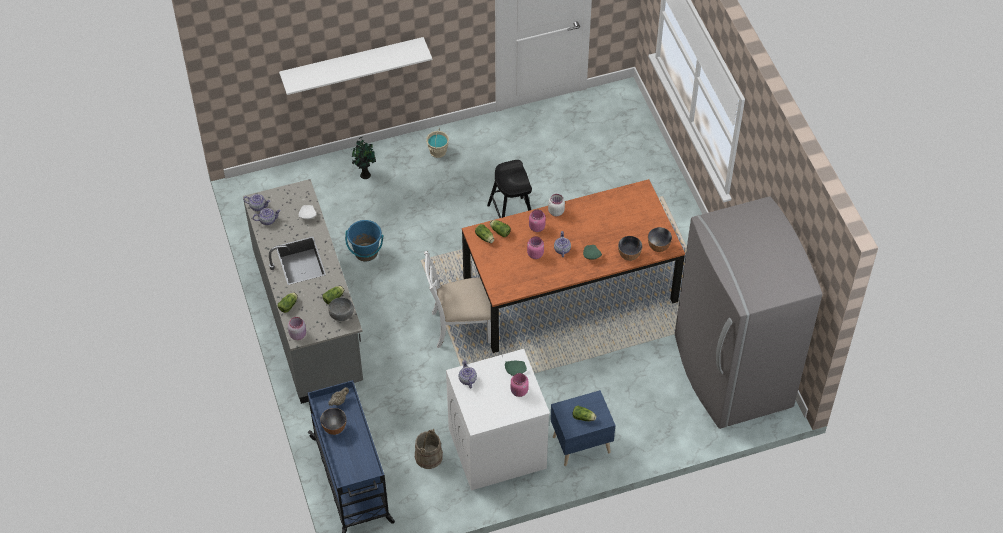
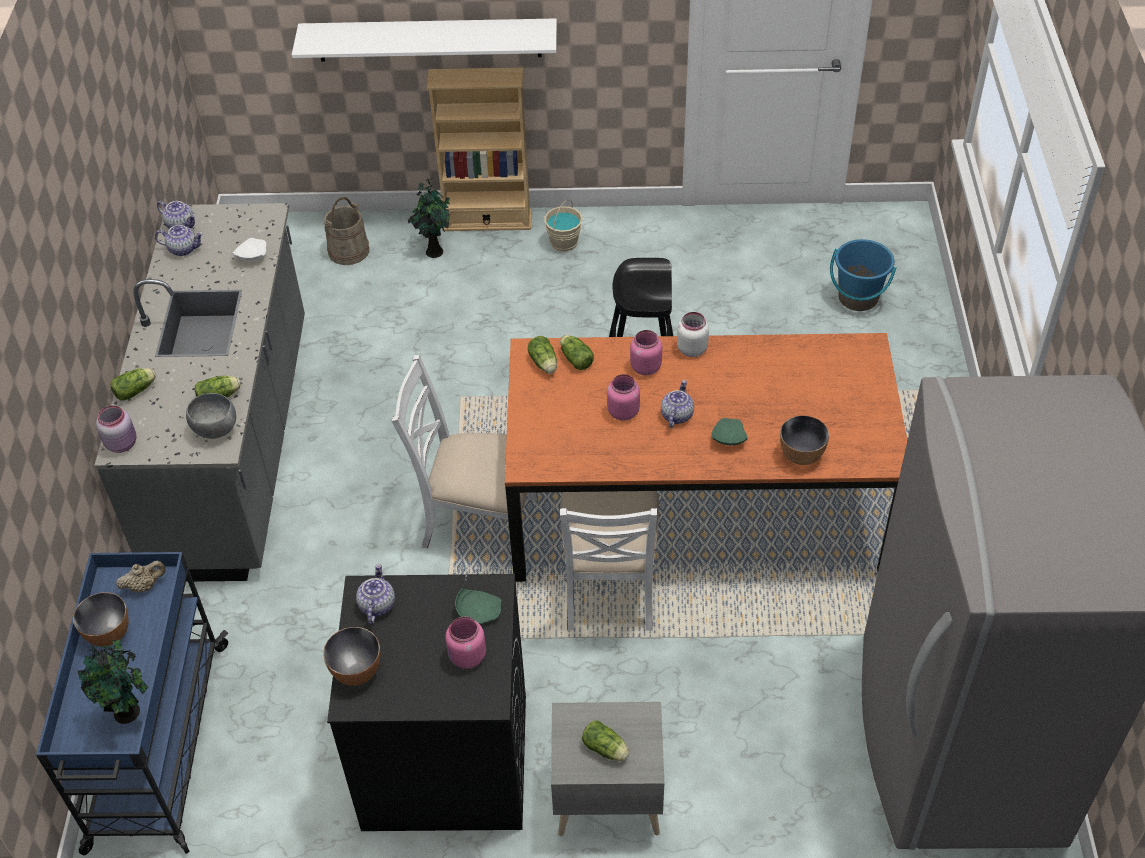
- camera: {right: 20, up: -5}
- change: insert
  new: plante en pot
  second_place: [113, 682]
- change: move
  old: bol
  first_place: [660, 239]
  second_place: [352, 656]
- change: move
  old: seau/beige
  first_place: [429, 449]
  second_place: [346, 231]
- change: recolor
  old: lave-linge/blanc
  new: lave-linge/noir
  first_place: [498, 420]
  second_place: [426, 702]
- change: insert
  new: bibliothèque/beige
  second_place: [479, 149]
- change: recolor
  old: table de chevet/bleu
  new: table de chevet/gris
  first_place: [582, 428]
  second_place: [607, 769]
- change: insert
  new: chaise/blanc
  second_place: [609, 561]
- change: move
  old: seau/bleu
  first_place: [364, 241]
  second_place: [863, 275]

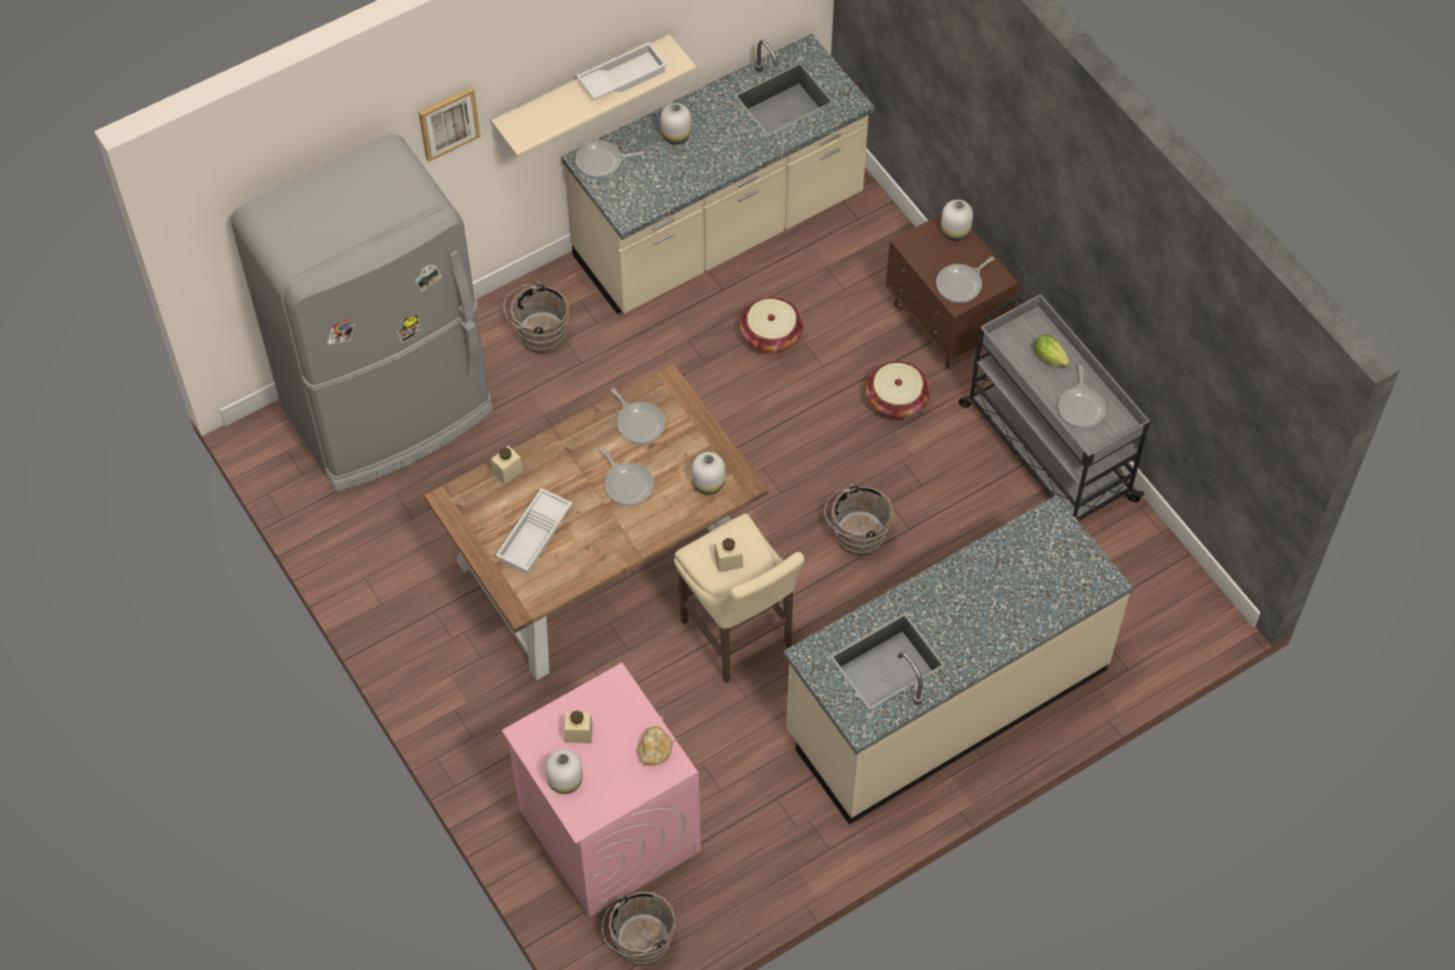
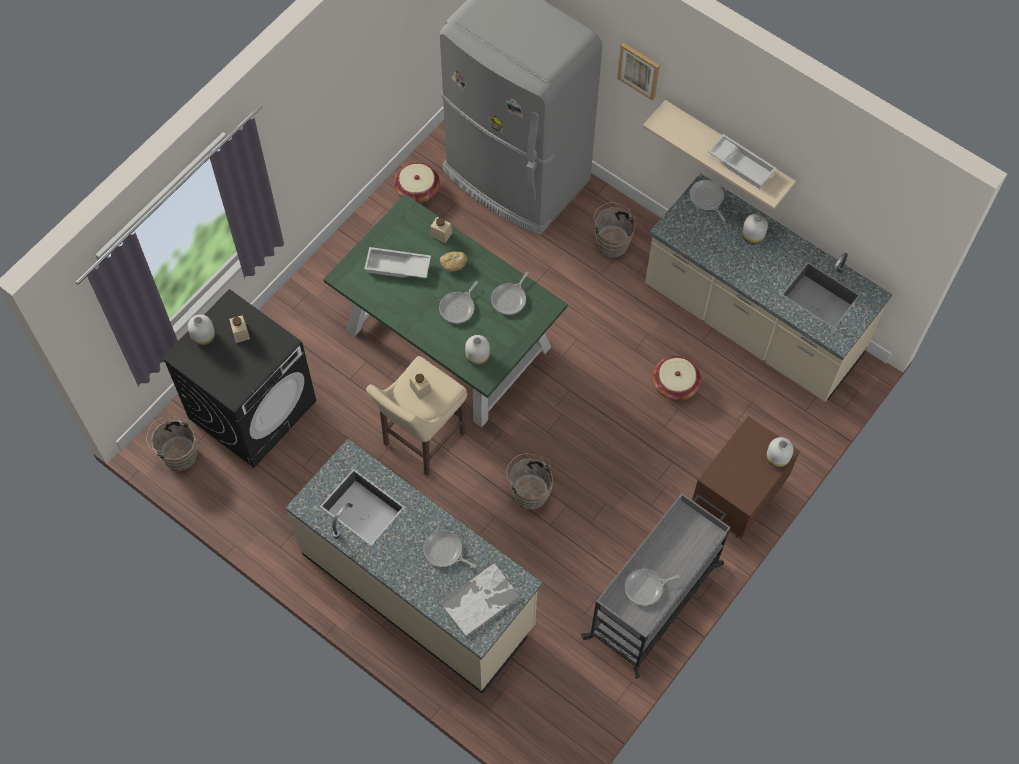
- camera: {right: 70, up: 5}
- change: recolor
  old: lave-linge/rose
  new: lave-linge/noir
  first_place: [601, 790]
  second_place: [239, 378]
- change: recolor
  old: table à manger/marron
  new: table à manger/vert
  first_place: [596, 522]
  second_place: [445, 311]
- change: move
  old: panier
  first_place: [897, 390]
  second_place: [417, 182]
- change: move
  old: poêle
  first_place: [965, 280]
  second_place: [449, 549]
- change: insert
  new: plateau
  second_place: [479, 599]
- change: move
  old: pain
  first_place: [655, 746]
  second_place: [453, 261]
- change: delete
  old: laitue
  first_place: [1052, 350]

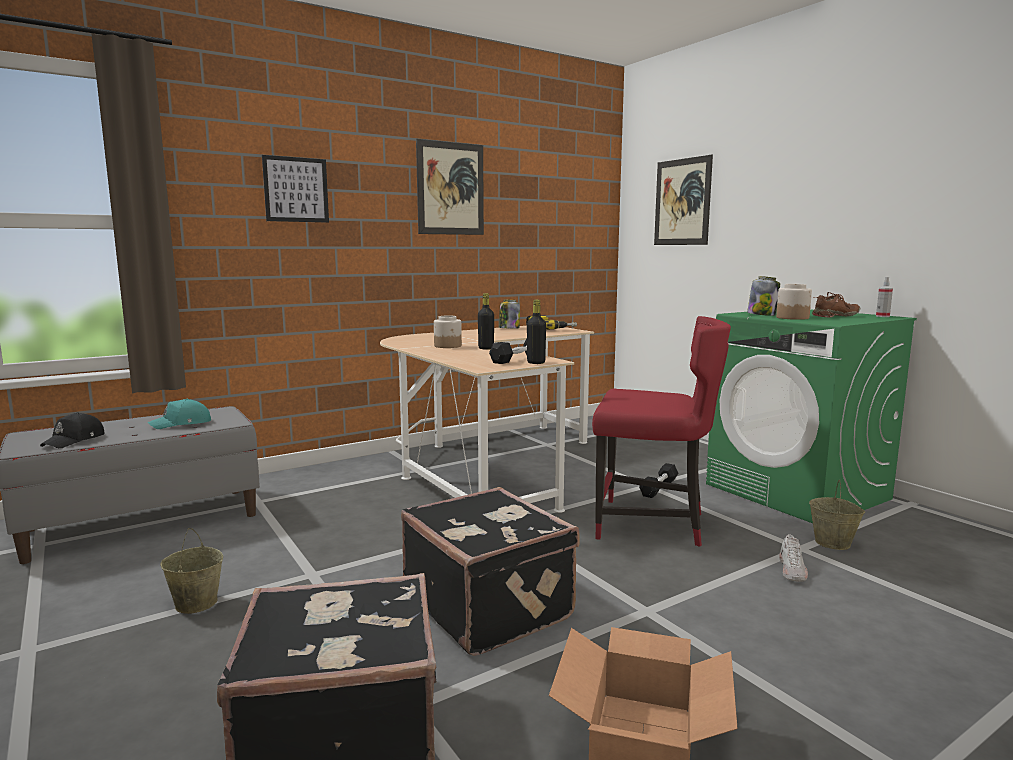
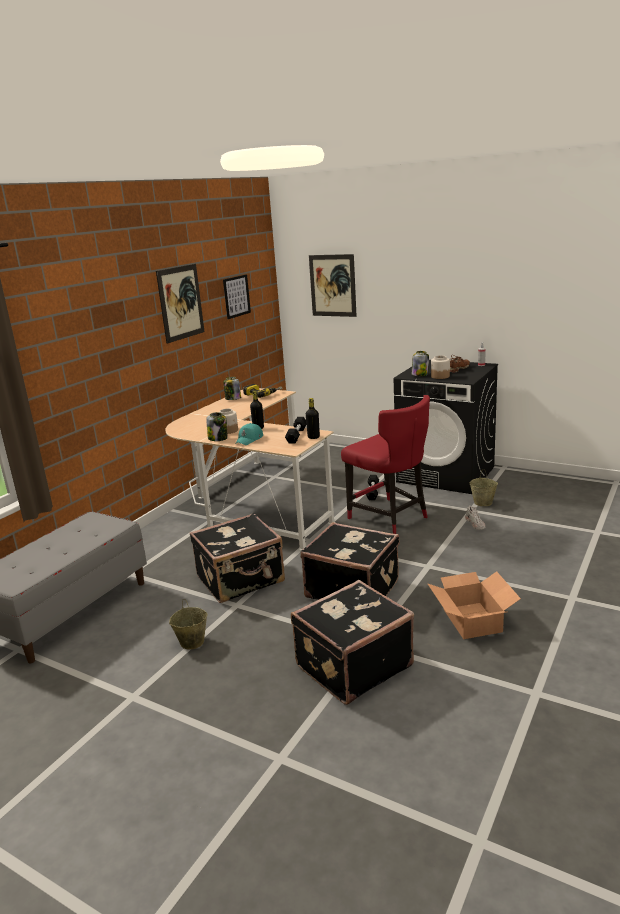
- camera: {right: -25, up: 10}
- change: insert
  new: valise/noir
  second_place: [237, 558]
- change: insert
  new: bocal
  second_place: [217, 426]
- change: move
  old: tableau
  first_place: [295, 189]
  second_place: [237, 296]
- change: move
  old: casquette/turquoise
  first_place: [179, 414]
  second_place: [249, 434]
- change: rotate
  old: chaise/rouge
  first_place: [661, 431]
  second_place: [385, 464]
  degrees: 60
- change: recolor
  old: lave-linge/vert
  new: lave-linge/noir
  first_place: [811, 416]
  second_place: [446, 427]
- change: delete
  old: casquette/noir
  first_place: [72, 430]

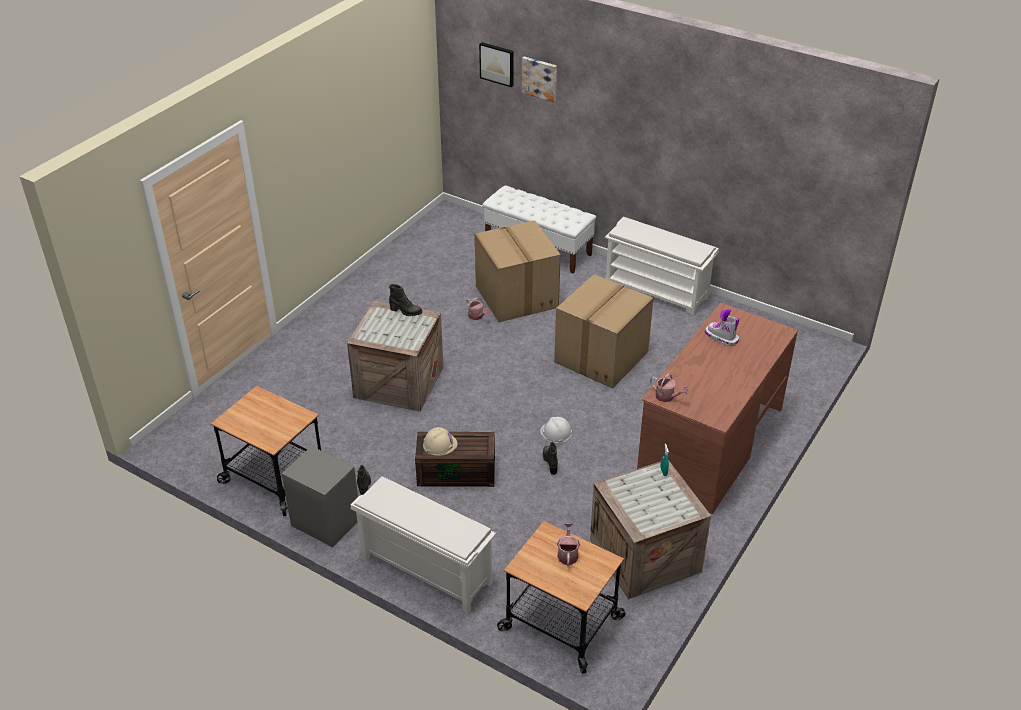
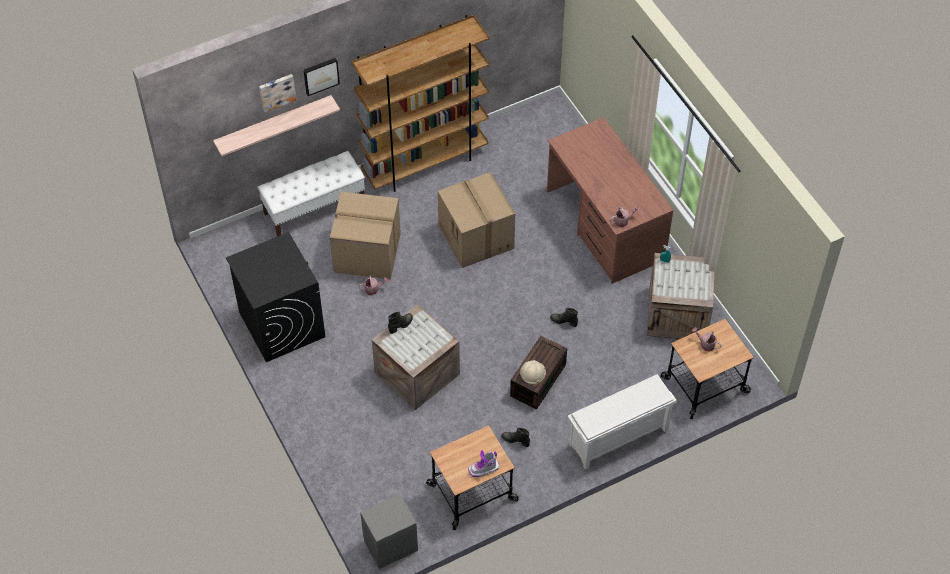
- camera: {right: -60, up: 15}
- change: insert
  new: étagère
  second_place: [276, 125]
- change: insert
  new: lave-linge/noir
  second_place: [275, 297]
- change: move
  old: tableau
  first_place: [496, 64]
  second_place: [321, 77]
- change: replace
  old: étagère à chaussures/blanc
  new: bibliothèque/marron
  first_place: [662, 266]
  second_place: [420, 103]
- change: move
  old: table de chevet/gris
  first_place: [320, 496]
  second_place: [389, 531]
- change: move
  old: botte
  first_place: [722, 327]
  second_place: [483, 463]
- change: delete
  old: casque de chantier/blanc
  first_place: [556, 430]

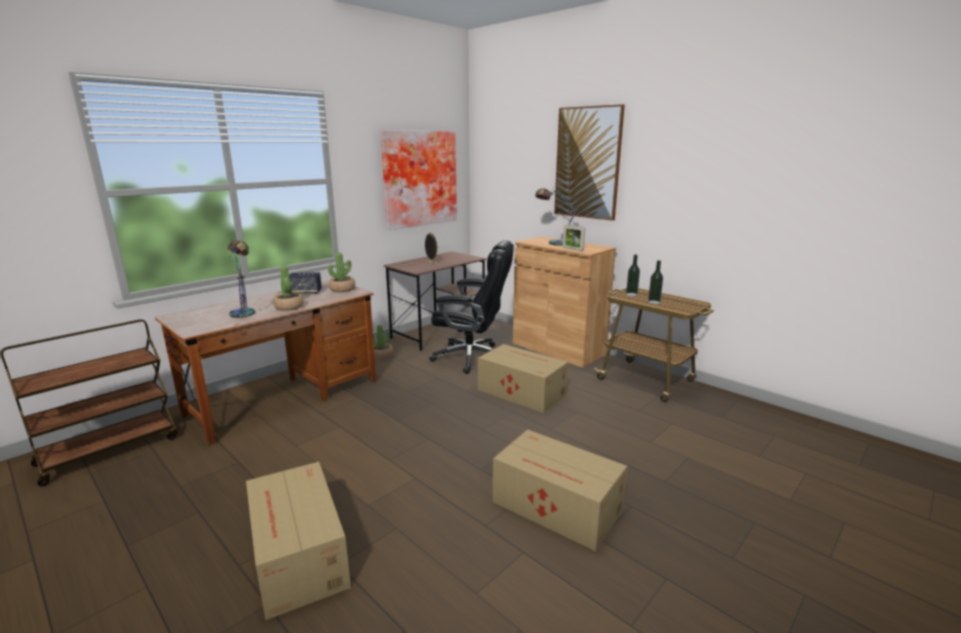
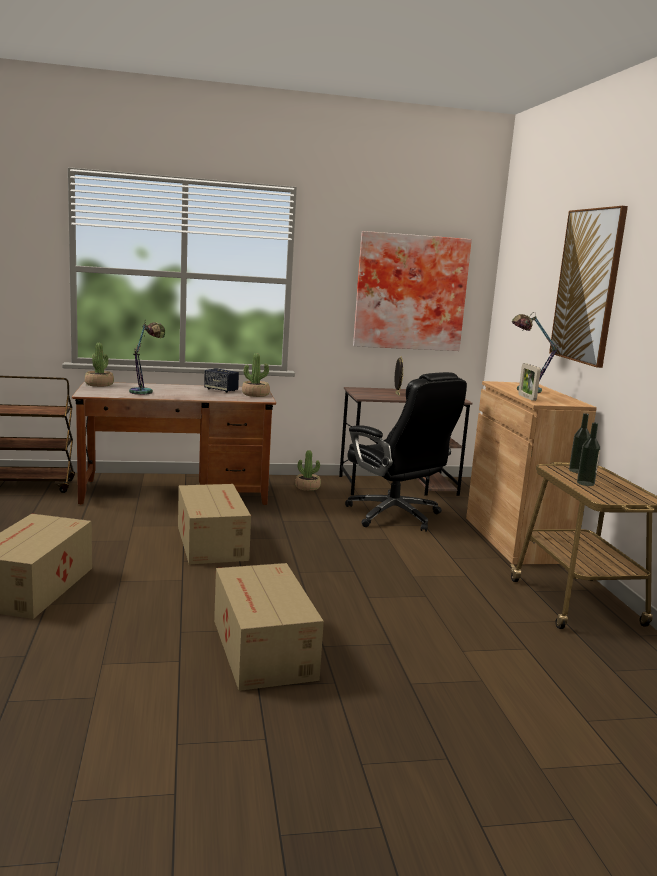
- camera: {right: 35, up: -5}
- change: move
  old: plante en pot
  first_place: [288, 288]
  second_place: [99, 365]
- change: move
  old: carton
  first_place: [523, 378]
  second_place: [214, 524]

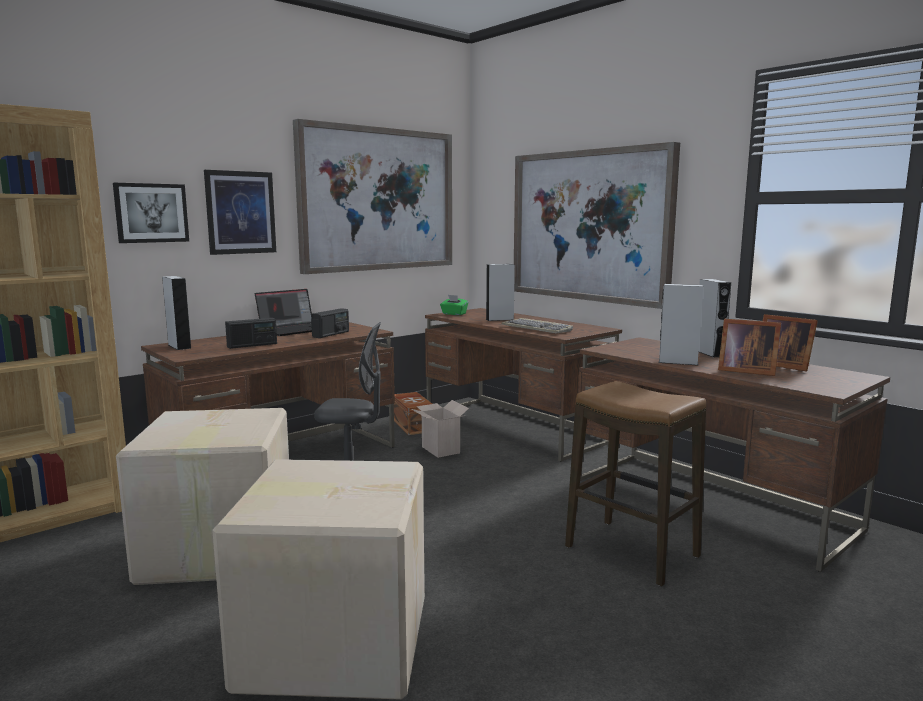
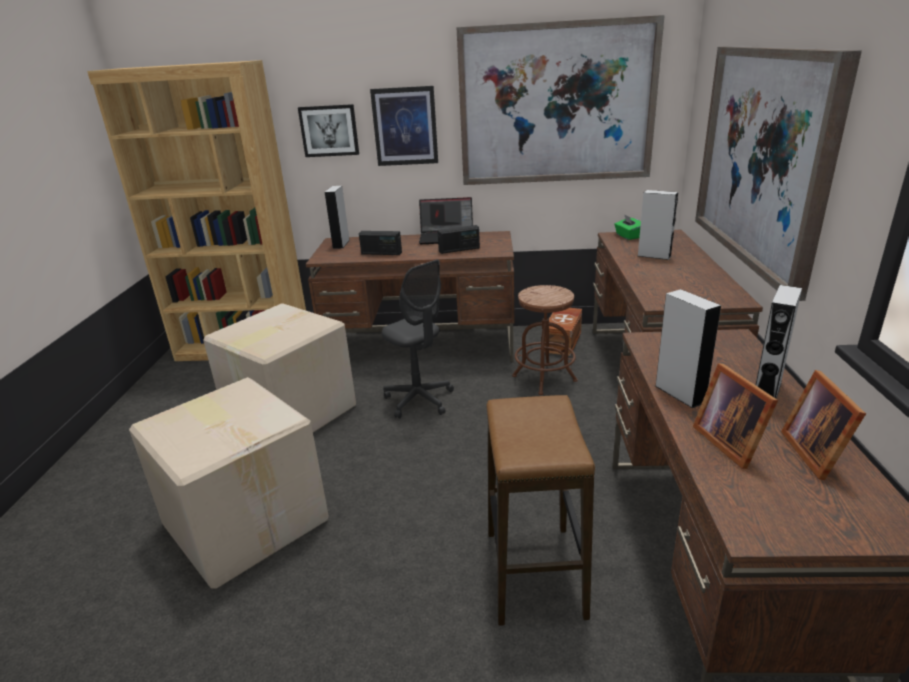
- camera: {right: 45, up: 15}
- change: replace
  old: carton
  new: tabouret/marron
  first_place: [440, 429]
  second_place: [545, 340]
- change: delete
  old: clavier
  first_place: [537, 325]

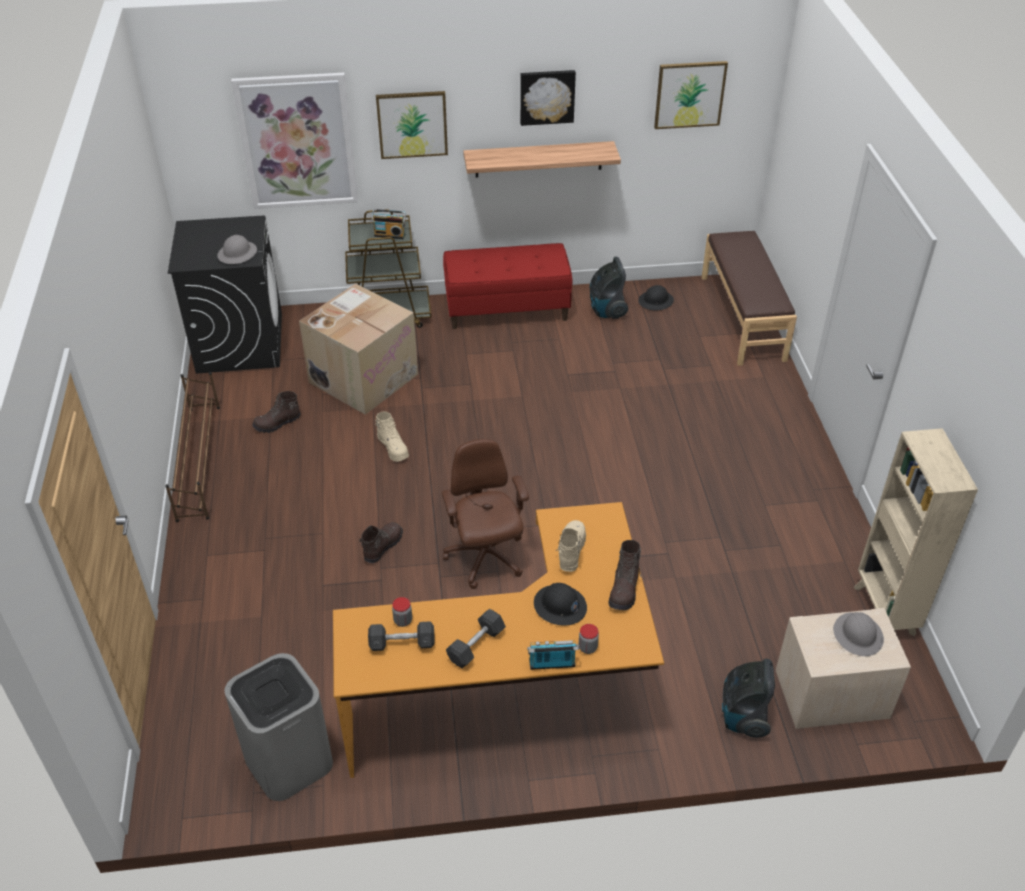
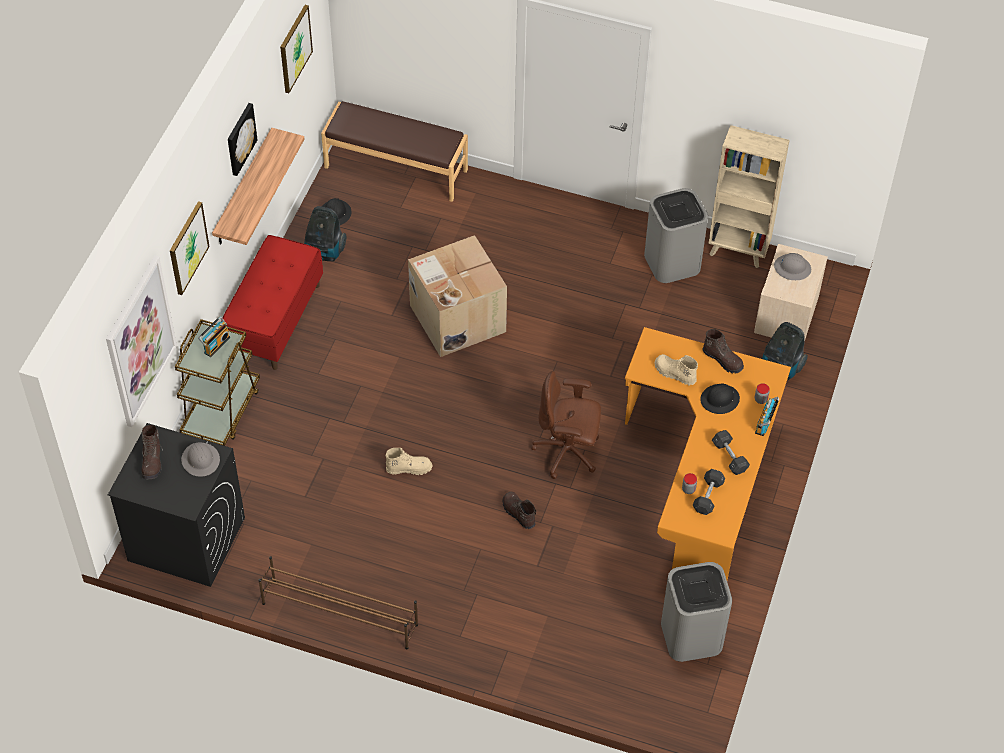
- camera: {right: -65, up: 10}
- change: move
  old: botte/marron
  first_place: [276, 412]
  second_place: [152, 452]
- change: move
  old: carton
  first_place: [358, 349]
  second_place: [457, 296]
- change: insert
  new: poubelle/gris
  second_place: [676, 235]

